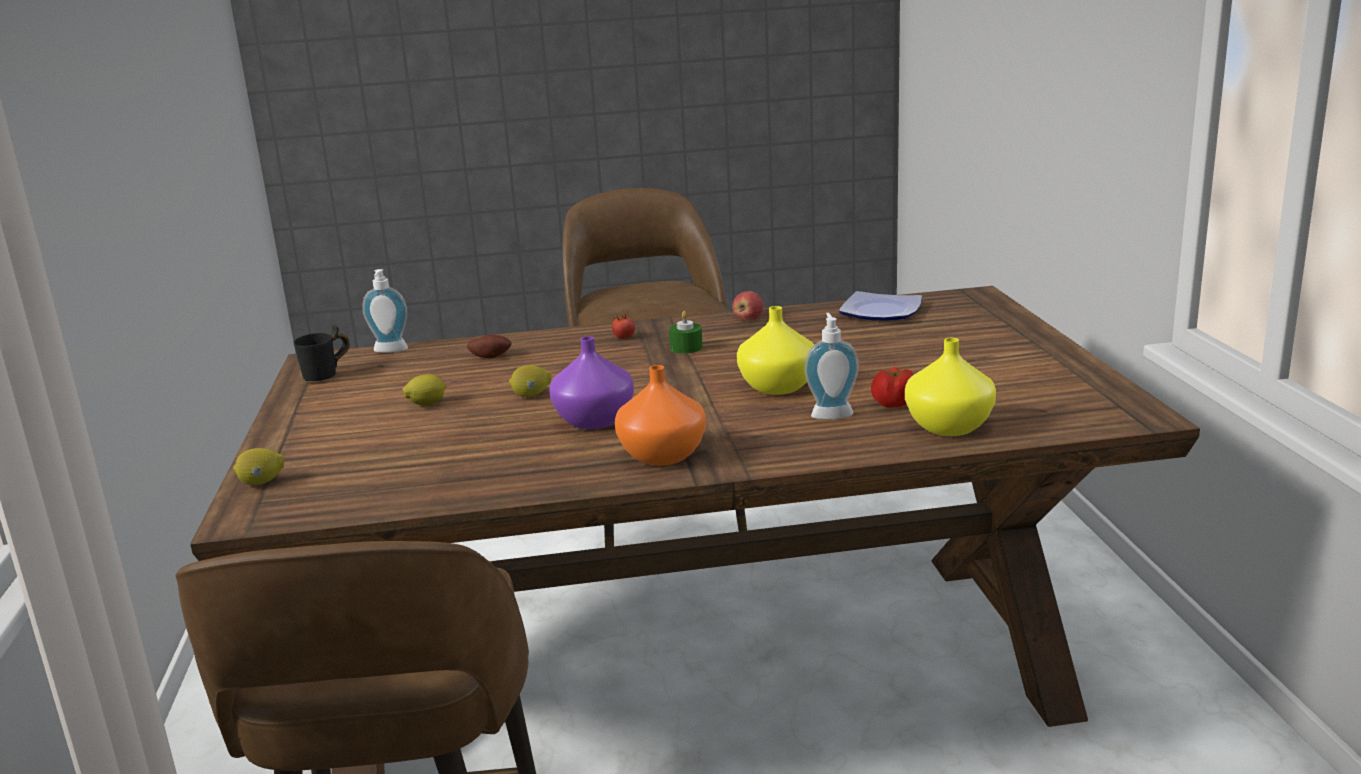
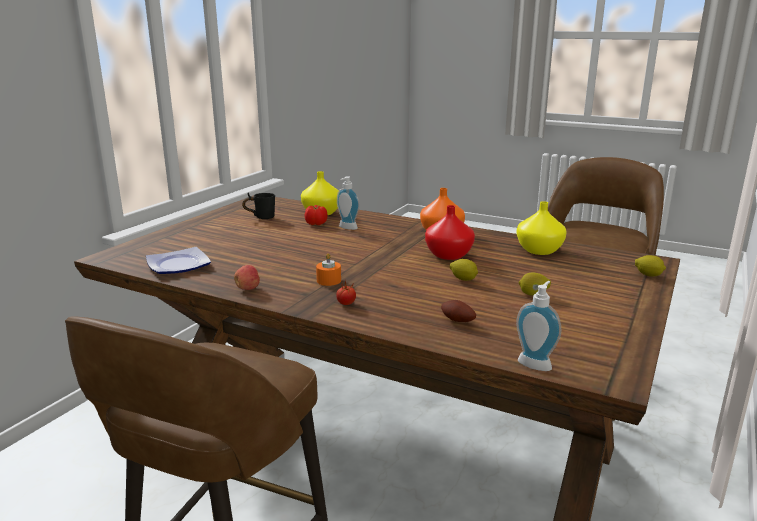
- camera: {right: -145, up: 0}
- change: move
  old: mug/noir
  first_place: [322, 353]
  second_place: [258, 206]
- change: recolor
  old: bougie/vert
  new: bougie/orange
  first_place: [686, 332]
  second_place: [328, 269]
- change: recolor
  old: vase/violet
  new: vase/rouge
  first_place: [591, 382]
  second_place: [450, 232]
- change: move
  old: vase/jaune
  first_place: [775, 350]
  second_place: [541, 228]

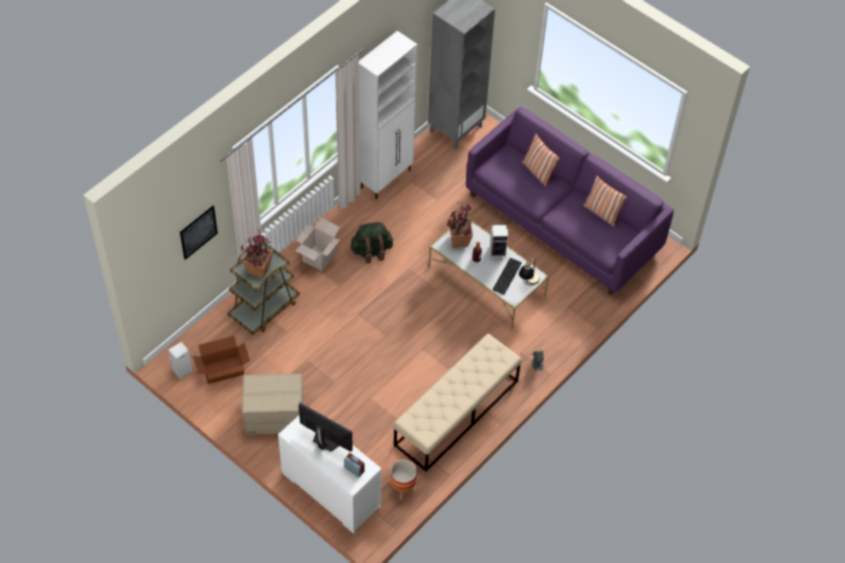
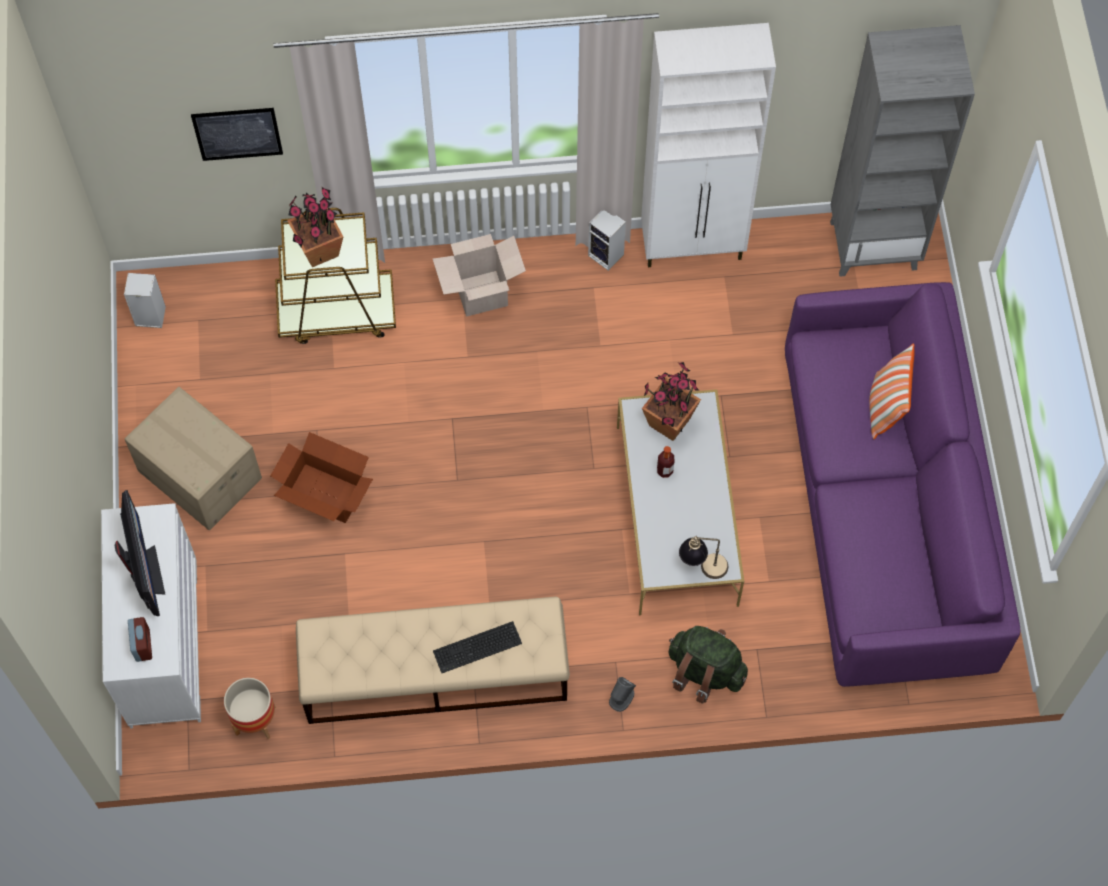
- camera: {right: 45, up: 10}
- change: move
  old: carton
  first_place: [221, 360]
  second_place: [321, 477]
- change: move
  old: clavier
  first_place: [507, 276]
  second_place: [477, 647]
- change: move
  old: enceinte
  first_place: [499, 241]
  second_place: [607, 241]
- change: move
  old: sac à dos/vert
  first_place: [371, 243]
  second_place: [708, 664]
- change: delete
  old: coussin
  first_place: [605, 201]

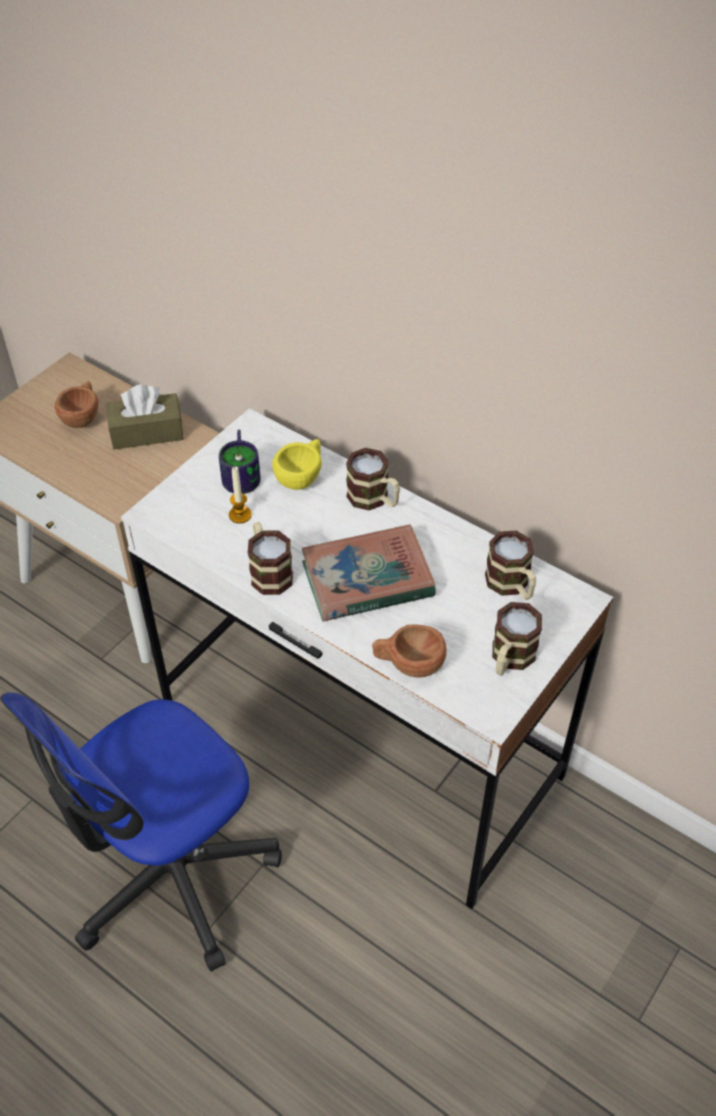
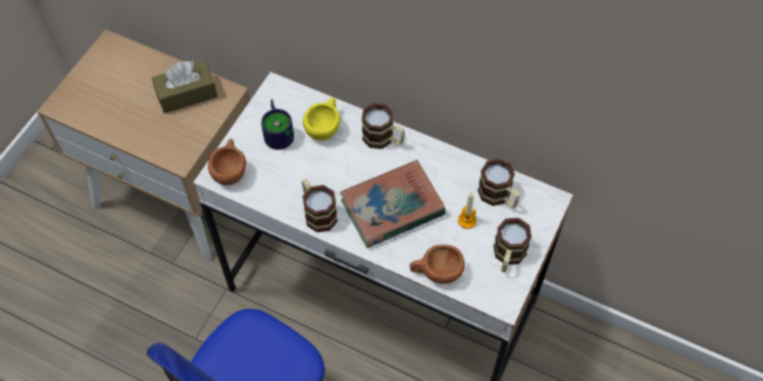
- camera: {right: -10, up: 10}
- change: move
  old: tasse/marron
  first_place: [77, 404]
  second_place: [227, 162]
- change: move
  old: bougie
  first_place: [240, 495]
  second_place: [467, 210]

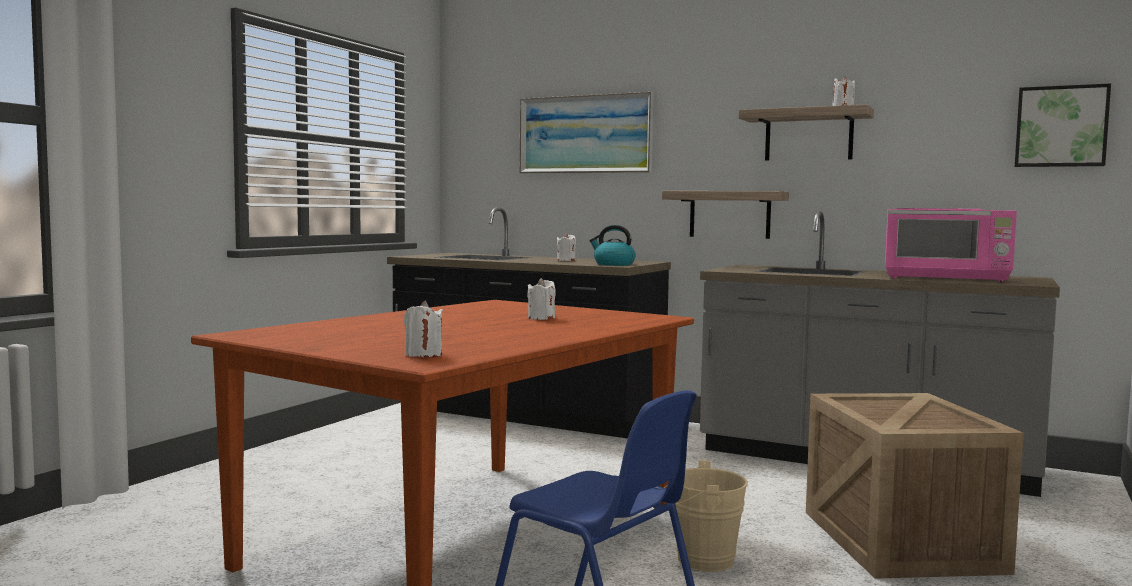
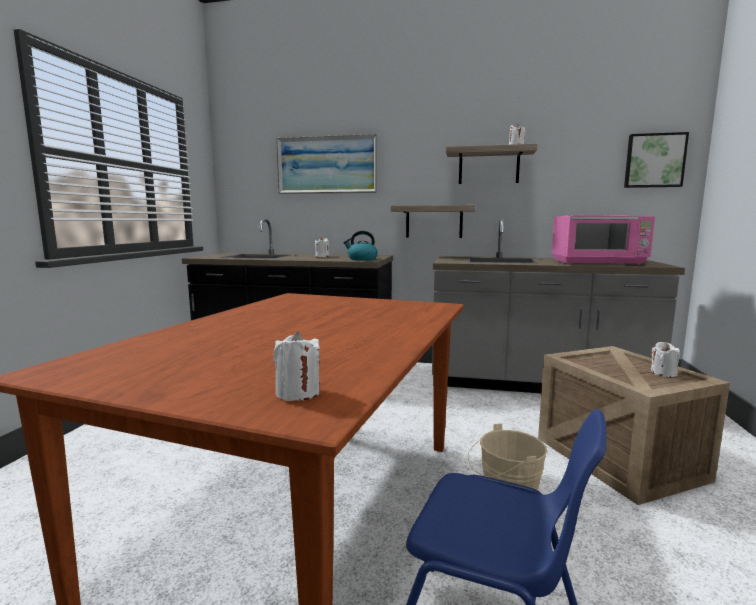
- camera: {right: -15, up: 5}
- change: move
  old: bougie/blanc
  first_place: [541, 299]
  second_place: [665, 359]

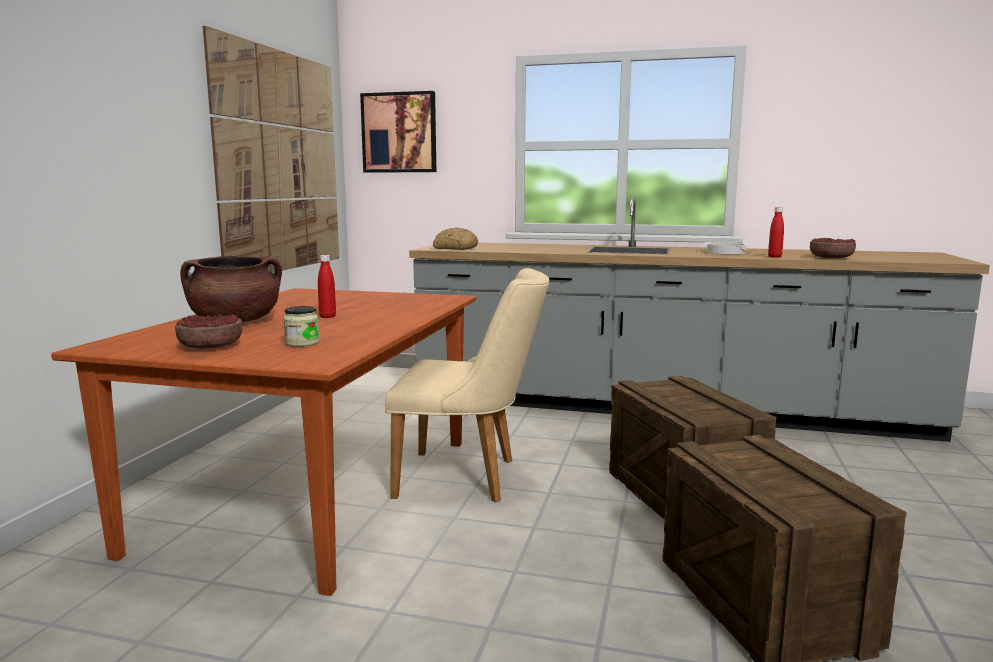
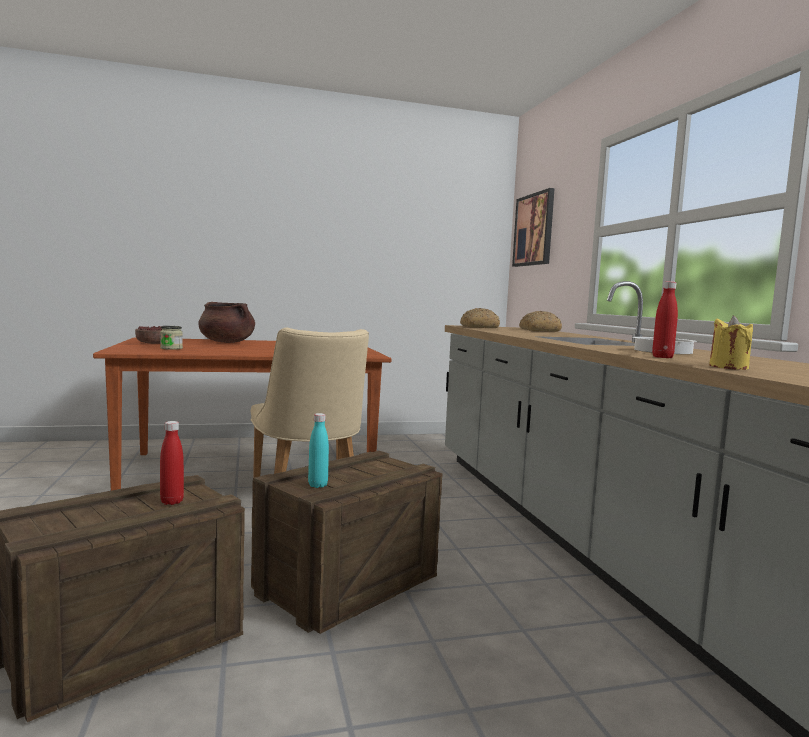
- camera: {right: 60, up: -5}
- change: move
  old: bouteille/rouge
  first_place: [327, 286]
  second_place: [172, 463]
- change: insert
  new: bouteille/turquoise
  second_place: [318, 450]
- change: insert
  new: pain
  second_place: [540, 321]
- change: replace
  old: bol
  new: bougie/jaune
  first_place: [833, 248]
  second_place: [731, 342]
- change: delete
  old: tableau
  first_place: [271, 149]

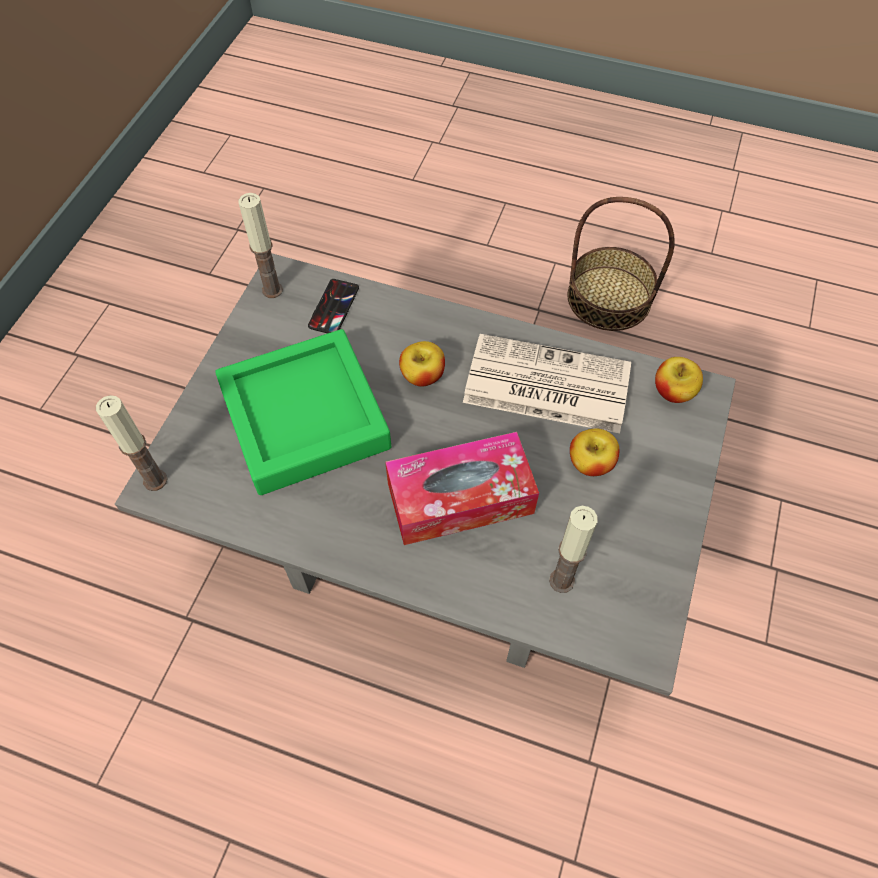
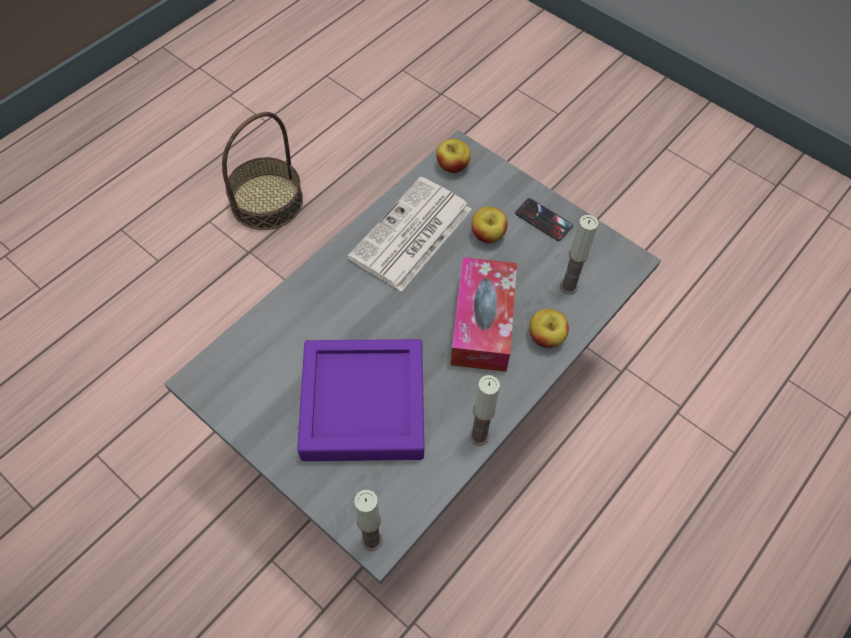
- camera: {right: -70, up: 0}
- change: recolor
  old: plateau/vert
  new: plateau/violet
  first_place: [303, 412]
  second_place: [360, 400]
- change: move
  old: bougie
  first_place: [261, 245]
  second_place: [484, 410]
- change: move
  old: téléphone
  first_place: [333, 306]
  second_place: [544, 219]
- change: move
  old: pomme
  first_place: [422, 364]
  second_place: [549, 328]

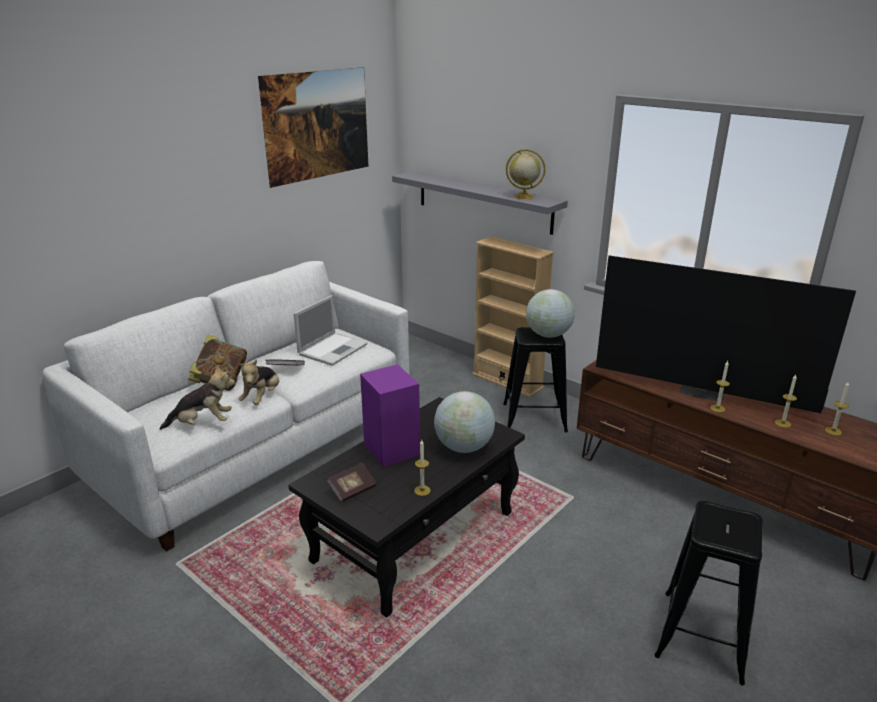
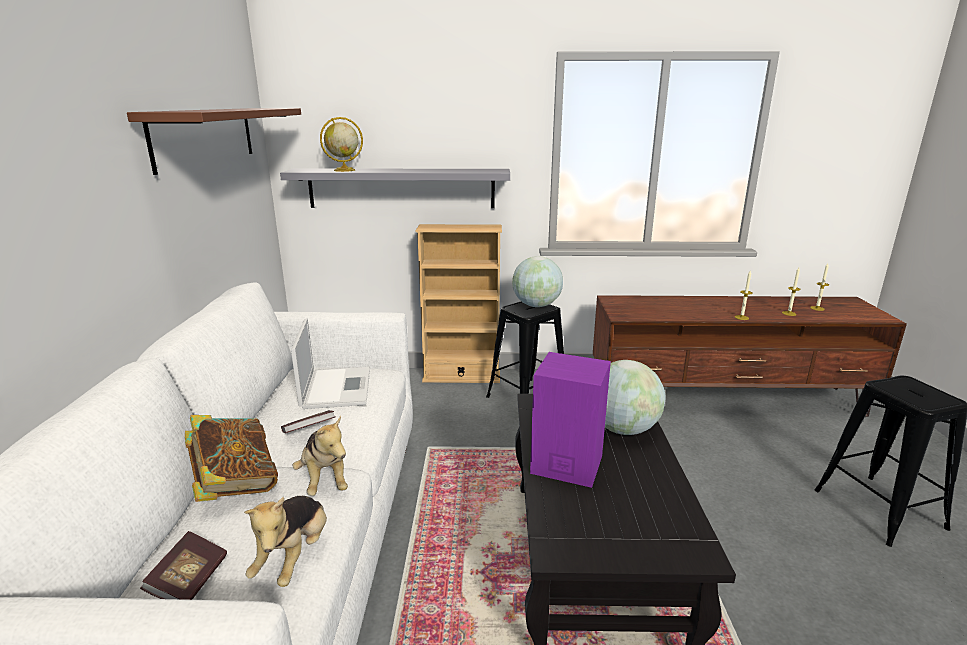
- camera: {right: -40, up: -5}
- change: replace
  old: tableau
  new: étagère/marron
  first_place: [313, 127]
  second_place: [214, 141]
- change: move
  old: livre
  first_place: [351, 482]
  second_place: [183, 565]
- change: rotate
  old: peluche
  first_place: [197, 397]
  second_place: [285, 541]
  degrees: 150
- change: move
  old: globe
  first_place: [526, 174]
  second_place: [341, 144]
- change: delete
  old: bougie
  first_place: [422, 468]
- change: delete
  old: téléviseur
  first_place: [726, 334]

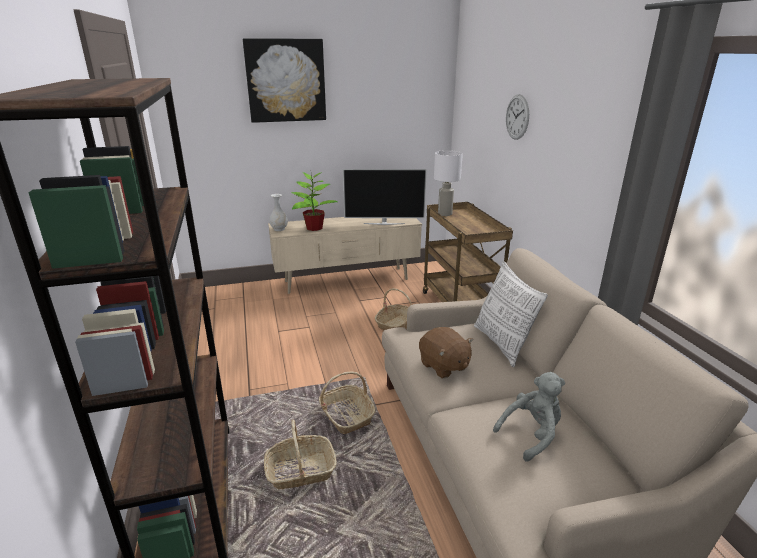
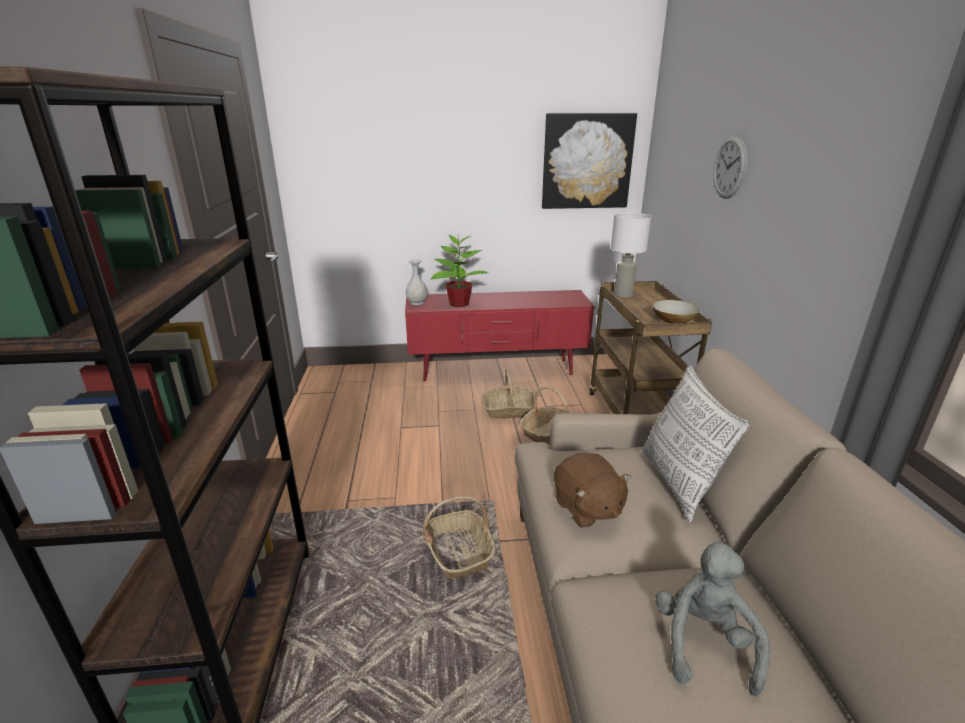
- camera: {right: 10, up: 0}
- change: recolor
  old: meuble télé/beige
  new: meuble télé/rouge
  first_place: [345, 255]
  second_place: [500, 335]
- change: move
  old: panier
  first_place: [300, 454]
  second_place: [510, 393]
- change: move
  old: tableau
  first_place: [284, 80]
  second_place: [589, 161]
- change: insert
  new: bol
  second_place: [676, 311]
- change: rotate
  old: peluche/gris
  first_place: [529, 416]
  second_place: [713, 619]
  degrees: -60
- change: delete
  old: téléviseur
  first_place: [385, 197]

